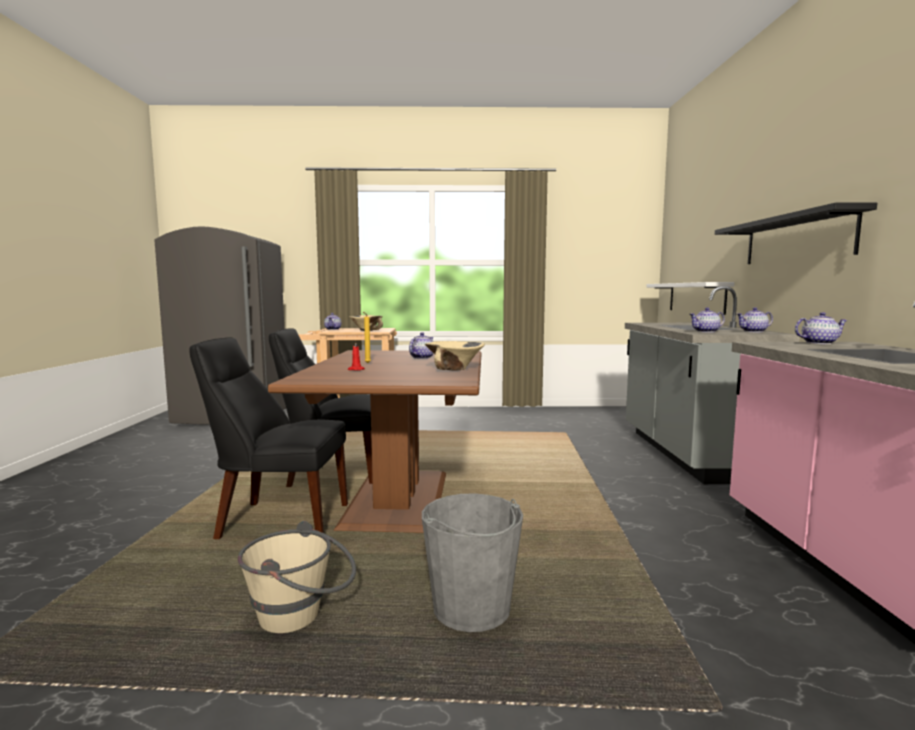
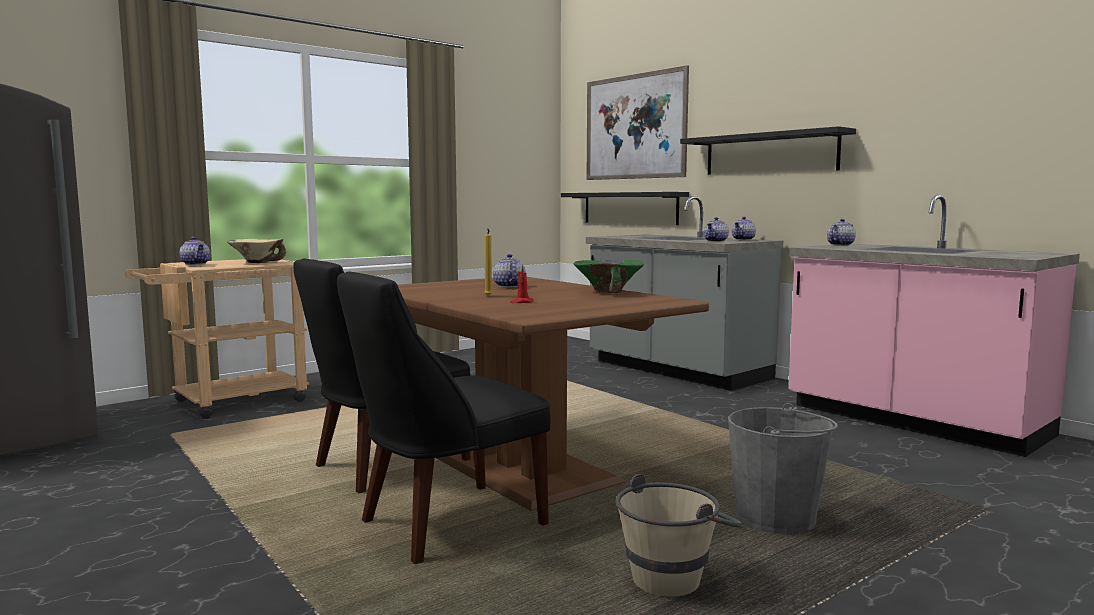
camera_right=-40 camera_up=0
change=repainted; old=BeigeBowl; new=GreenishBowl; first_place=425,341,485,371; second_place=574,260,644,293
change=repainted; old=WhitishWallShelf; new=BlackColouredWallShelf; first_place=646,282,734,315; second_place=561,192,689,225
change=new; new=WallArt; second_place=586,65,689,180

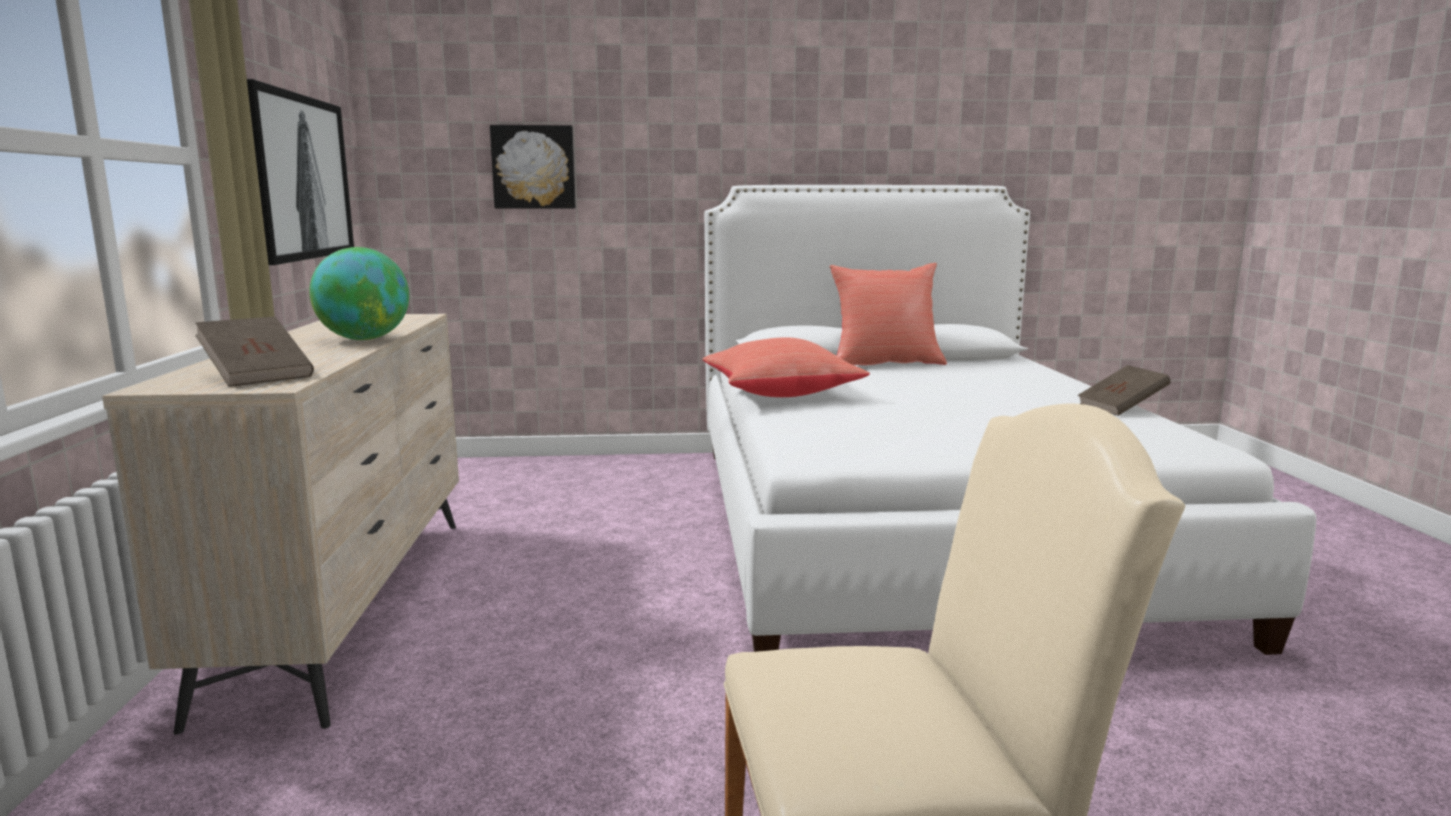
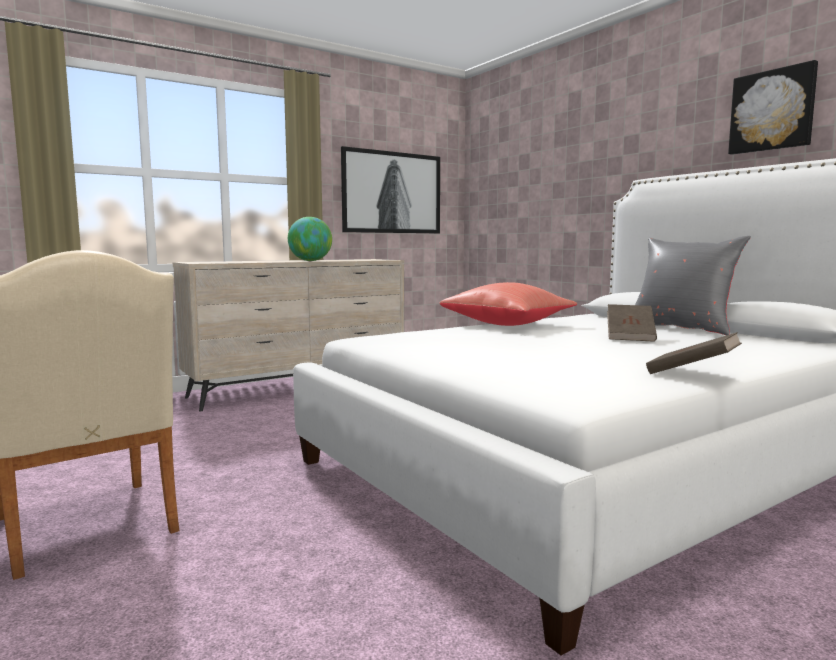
camera_right=60 camera_up=-5
change=shifted; old=BrownVolume; first_place=195,317,314,387; second_place=607,304,657,342
change=shifted; old=WallArt; first_place=490,125,576,209; second_place=728,60,818,155
change=repainted; old=RedCushion; new=GreyCushion; first_place=829,263,947,365; second_place=635,236,751,335

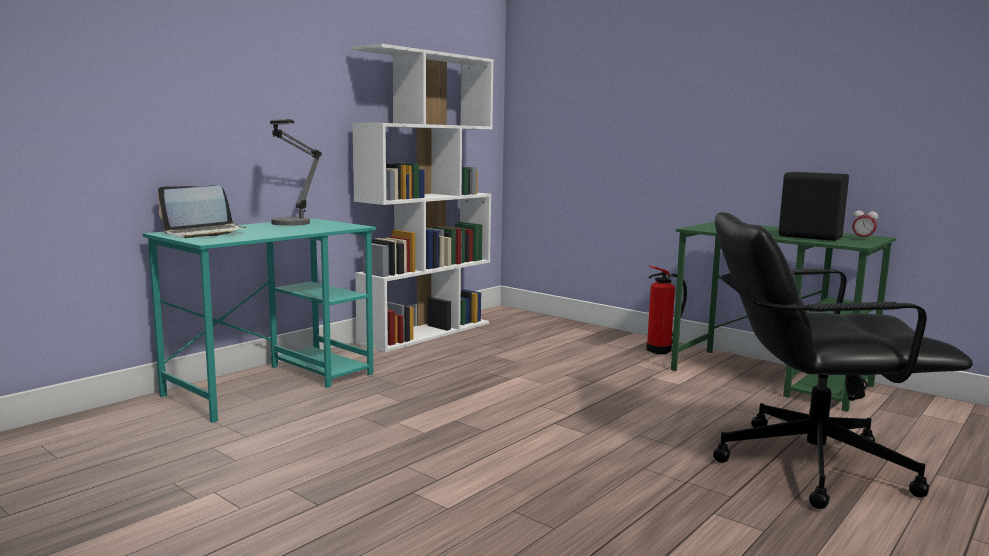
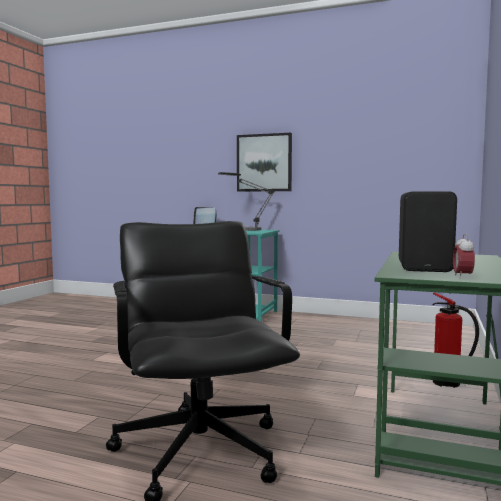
camera_right=70 camera_up=-5
change=gone; old=WhitishShelvingUnit; first_place=351,44,494,353
change=new; new=WallArt; second_place=237,133,292,192

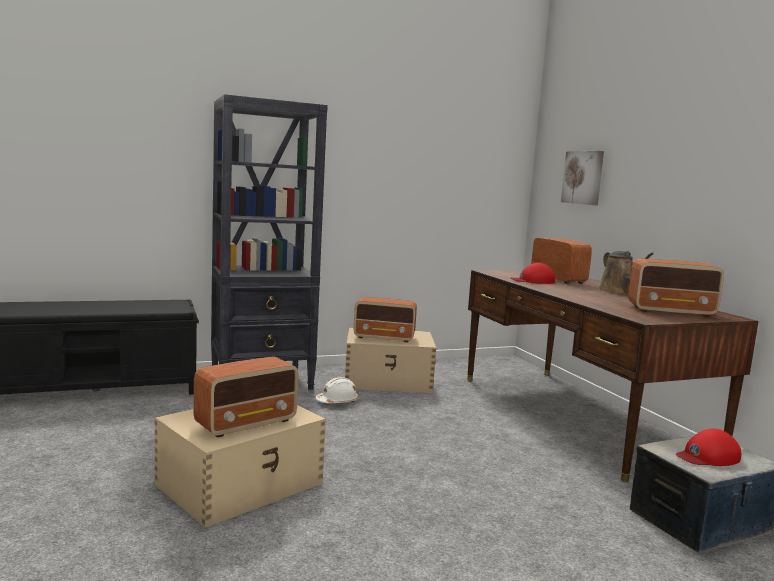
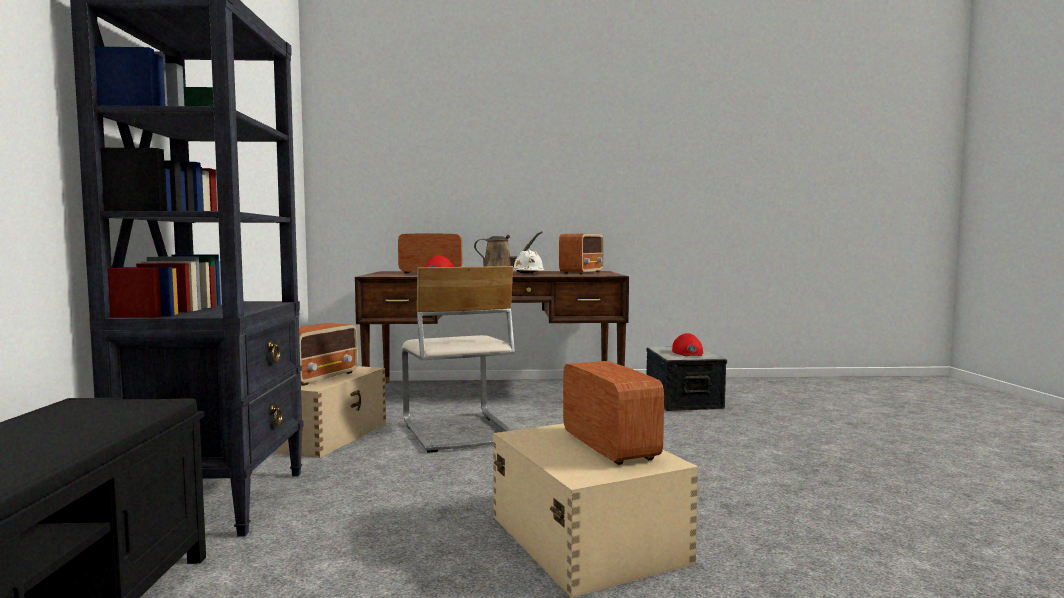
camera_right=-70 camera_up=-5
change=shifted; old=WhitishSafetyHelmet; first_place=316,377,359,403; second_place=513,250,545,273
change=gone; old=WallArt; first_place=561,151,604,205
change=new; new=BeigePlainChair; second_place=402,266,515,453

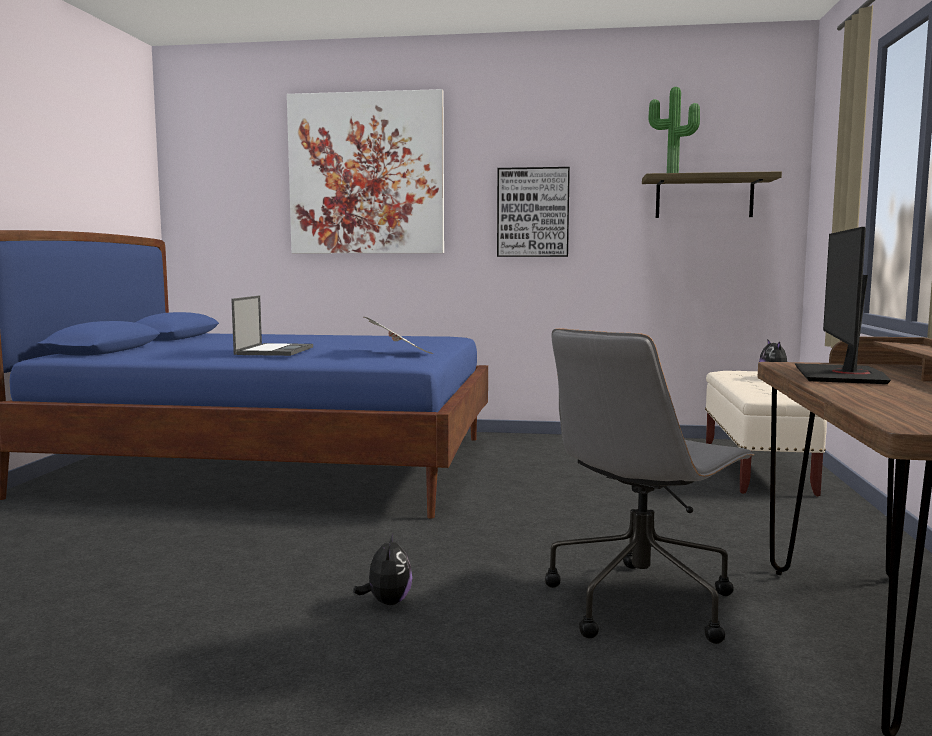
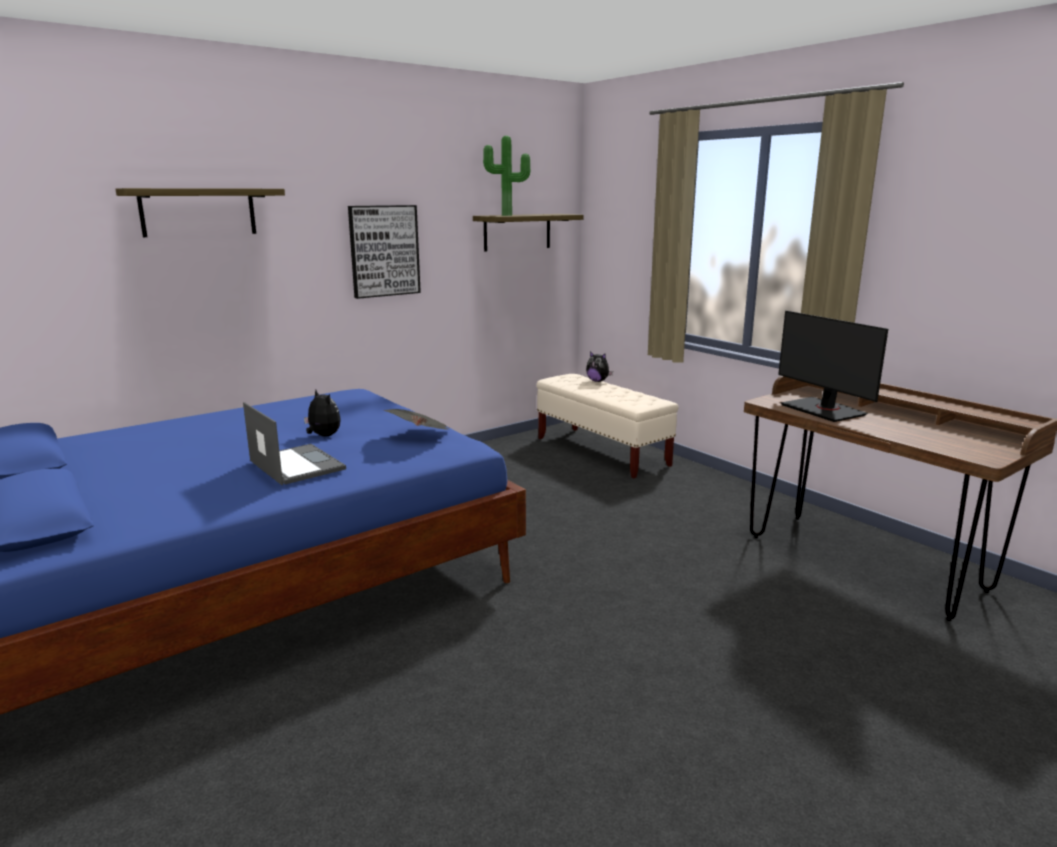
camera_right=-45 camera_up=10
change=swapped; old=WallArt; new=WallShelf; first_place=287,89,444,253; second_place=116,188,285,237
change=shifted; old=CuddlyToy; first_place=353,534,412,605; second_place=304,390,341,437
change=gone; old=GreyDeskChair; first_place=545,328,755,644

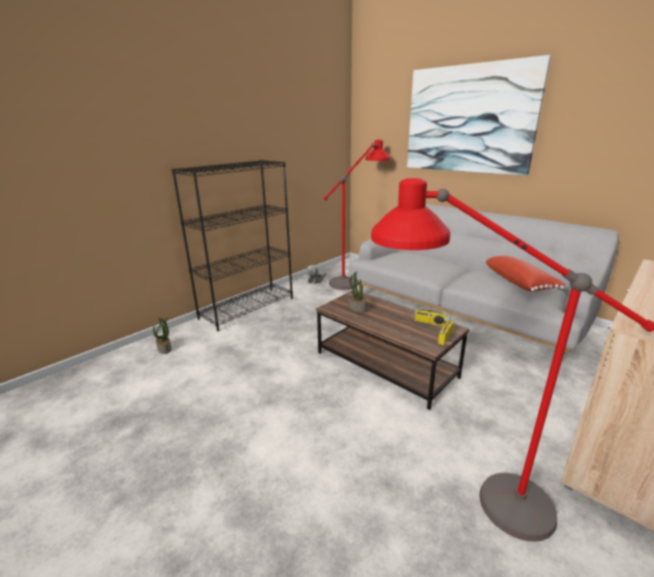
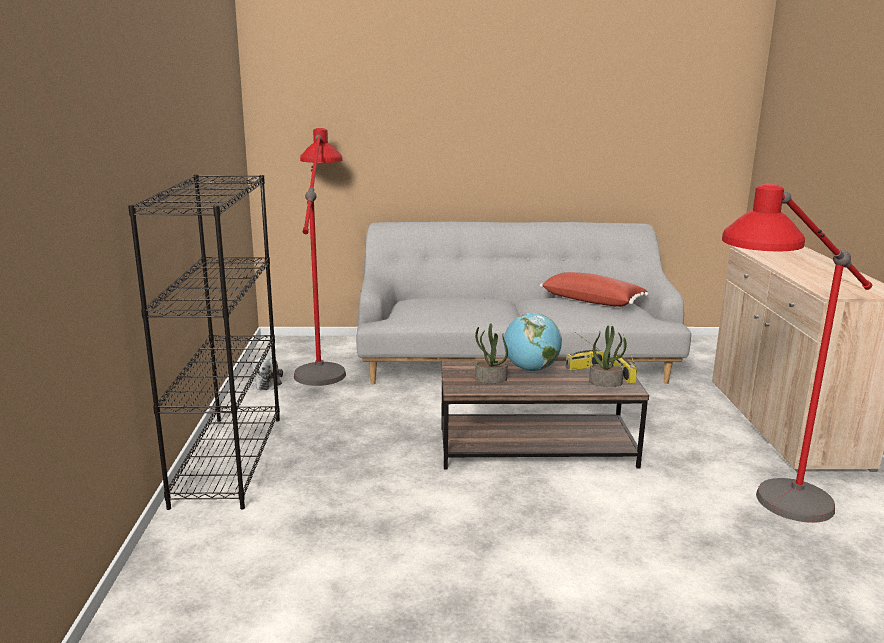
camera_right=-45 camera_up=-5
change=shifted; old=Houseplant; first_place=153,316,171,354; second_place=589,325,627,387
change=gone; old=WallArt; first_place=407,55,551,176
change=new; new=DeskGlobe; second_place=504,313,562,371

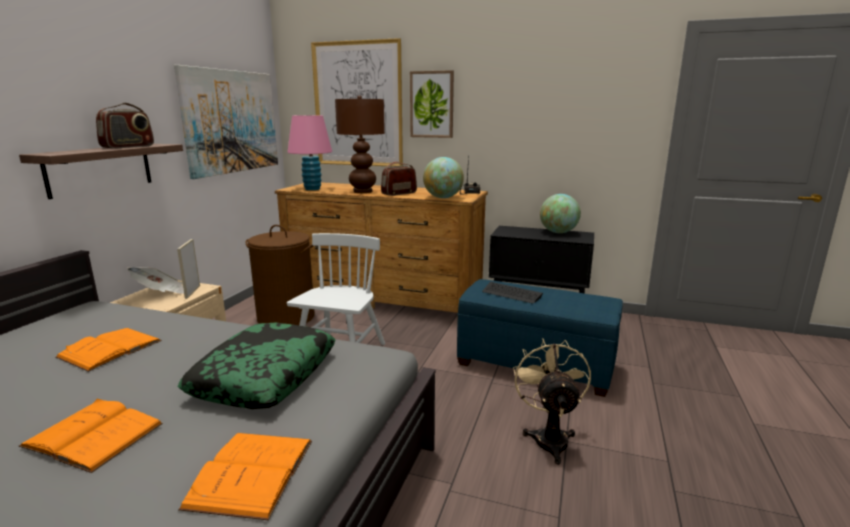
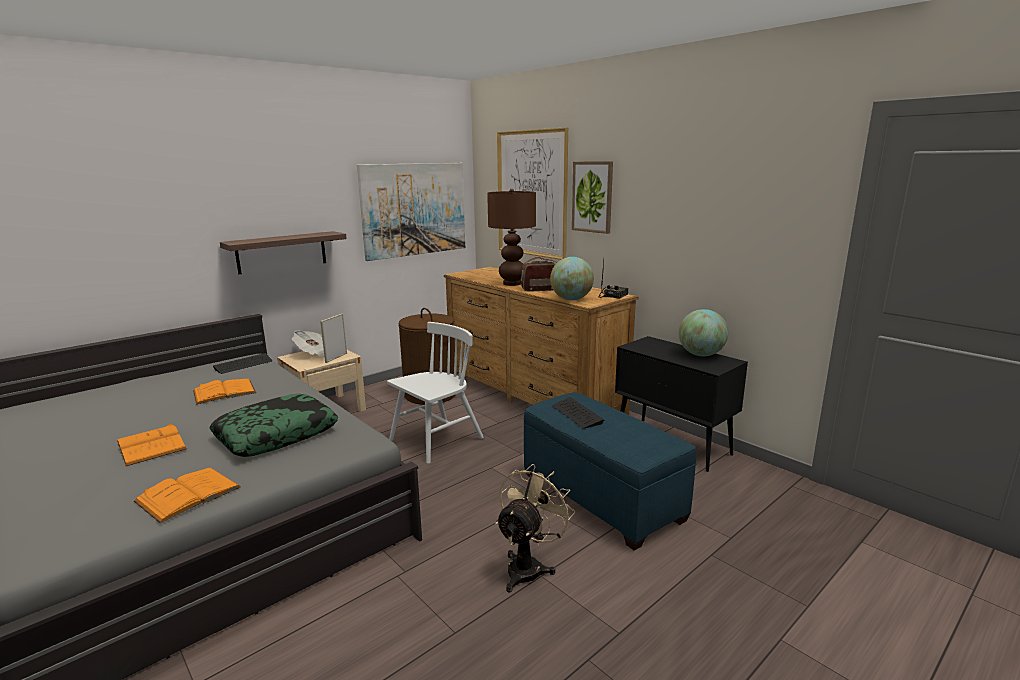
camera_right=30 camera_up=0
change=gone; old=Radio; first_place=96,103,154,148
change=gone; old=PinkColouredTableLamp; first_place=287,115,332,190
change=new; new=PcKeyboard; second_place=213,353,272,374

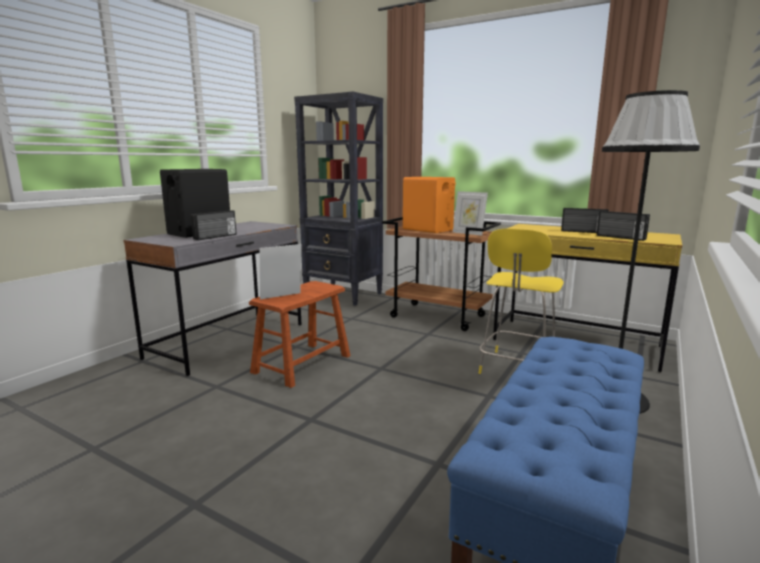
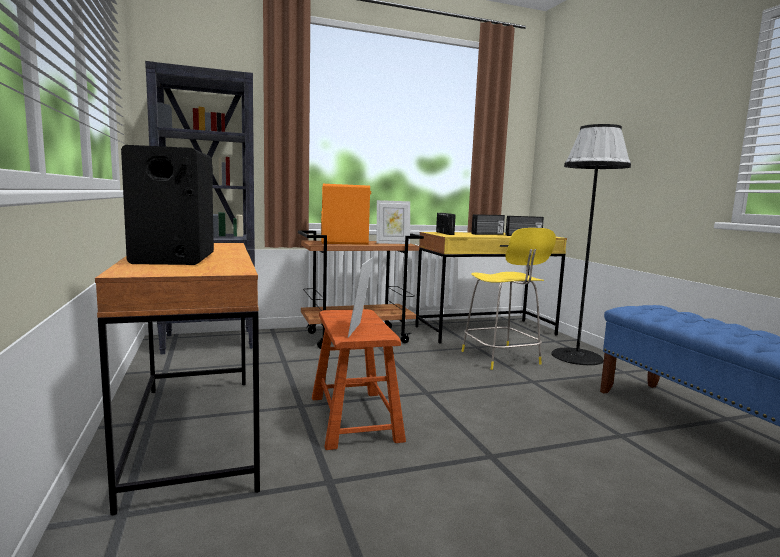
camera_right=-50 camera_up=-5
change=repainted; old=GreyDeskUnit; new=BrownDeskUnit; first_place=123,221,301,376; second_place=95,243,260,515
change=shifted; old=Radio; first_place=191,210,237,240; second_place=436,213,456,235

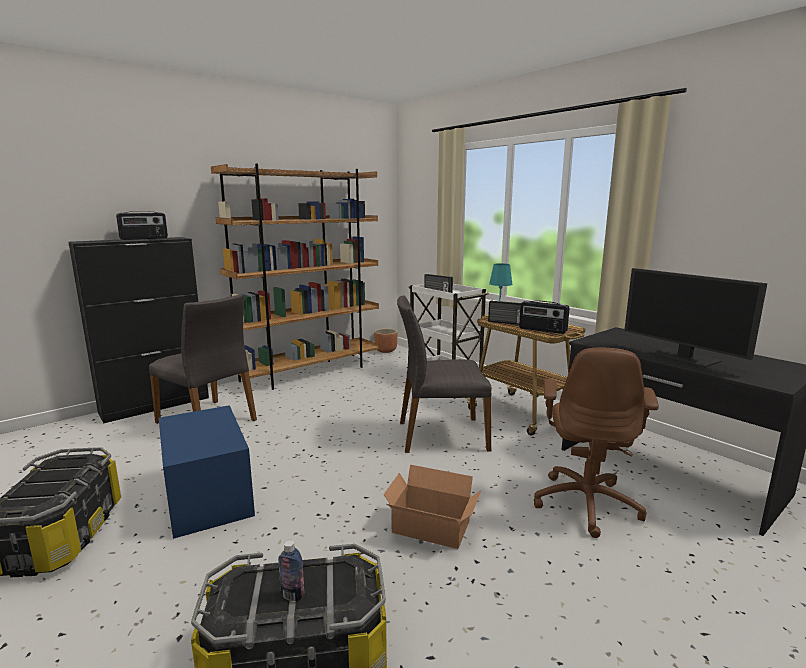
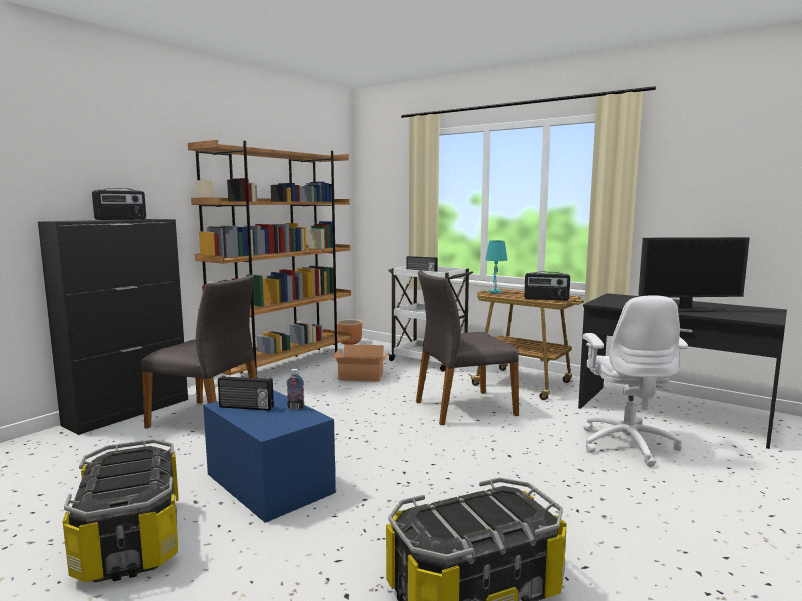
camera_right=-15 camera_up=-5
change=shifted; old=Bottle; first_place=278,540,305,601; second_place=286,369,305,410
change=shifted; old=Carton; first_place=384,465,481,549; second_place=333,344,389,382
change=shifted; old=Radio; first_place=488,300,521,325; second_place=218,376,274,411
change=repainted; old=BrownDeskChair; new=WhitishDeskChair; first_place=534,348,659,538; second_place=583,296,688,467
change=rotated; old=ComputerDisplay; first_place=624,268,767,368; second_place=638,237,750,312; degrees=-45

